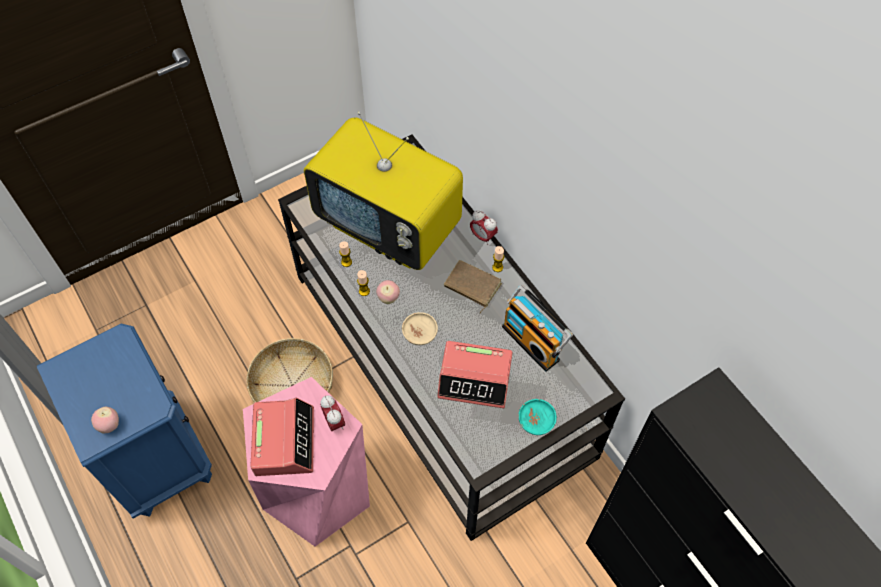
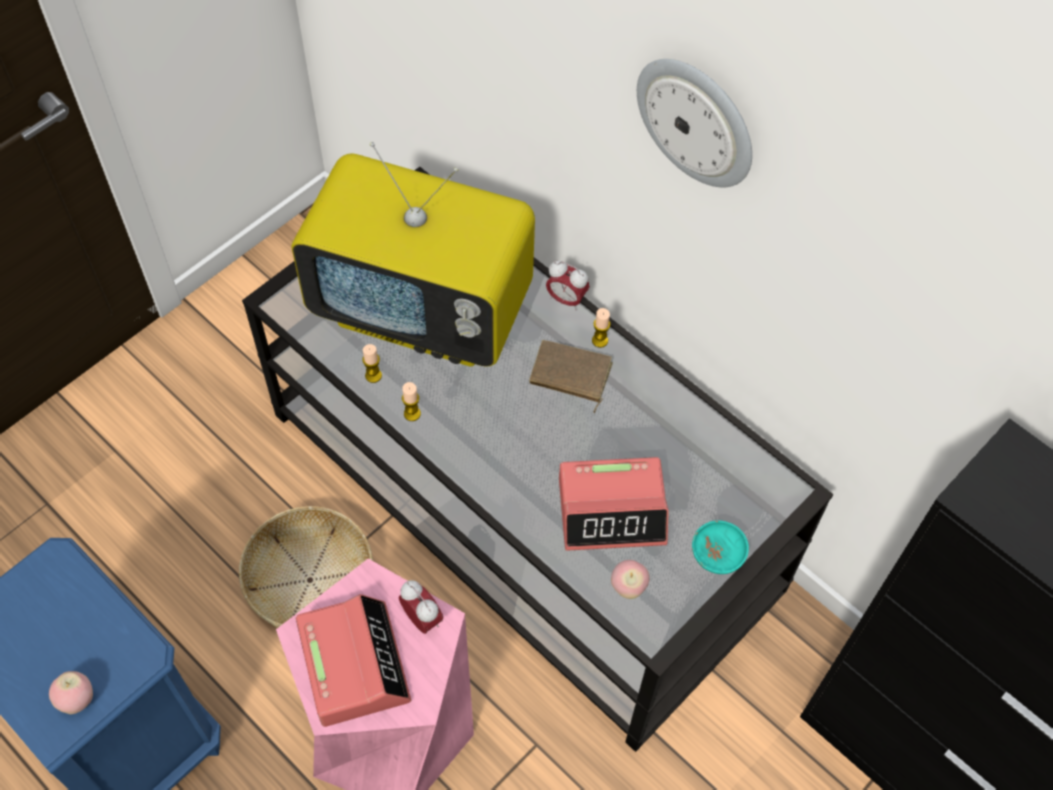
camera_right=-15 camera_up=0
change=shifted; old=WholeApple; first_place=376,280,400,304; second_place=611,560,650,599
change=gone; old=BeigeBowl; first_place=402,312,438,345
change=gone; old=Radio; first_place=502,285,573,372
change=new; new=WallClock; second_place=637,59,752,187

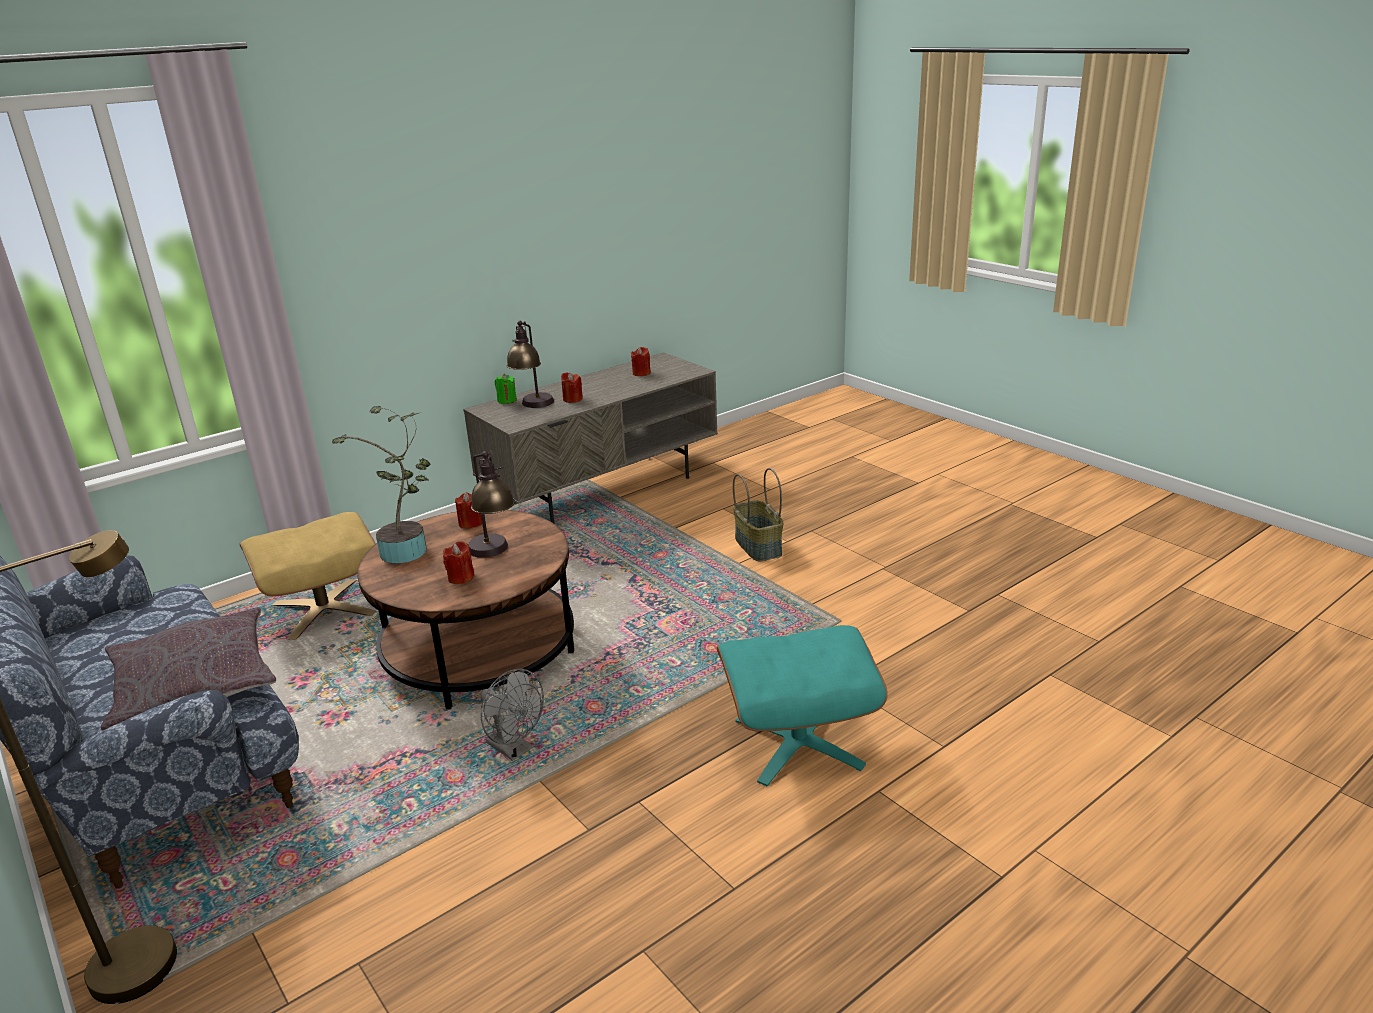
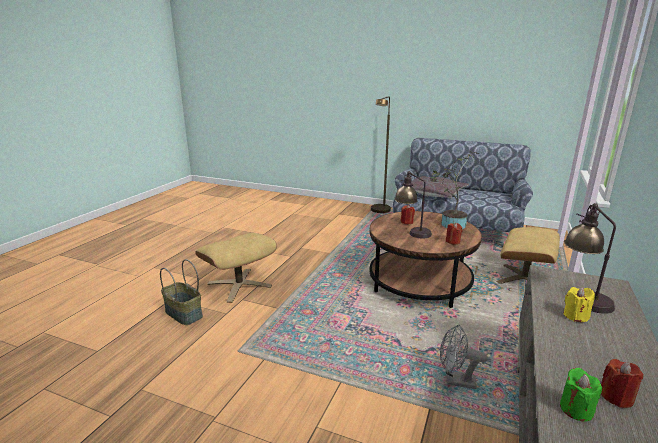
camera_right=150 camera_up=-5
change=shifted; old=GreyCoolingFan; first_place=481,669,544,761; second_place=440,325,488,389
change=shifted; old=GreenishCandle; first_place=495,374,517,404; second_place=560,368,602,422
change=repainted; old=RedCandle; new=YellowCandle; first_place=561,372,583,403; second_place=563,287,595,322
change=repainted; old=TurquoisePouffe; new=BeigePouffe; first_place=717,625,888,786; second_place=195,233,277,303
change=shifted; old=Basket; first_place=733,468,784,561; second_place=160,259,203,325

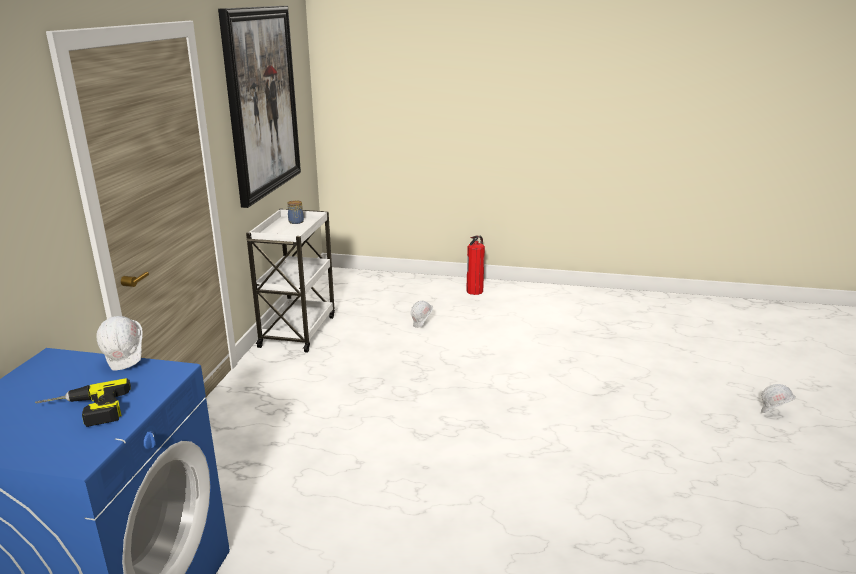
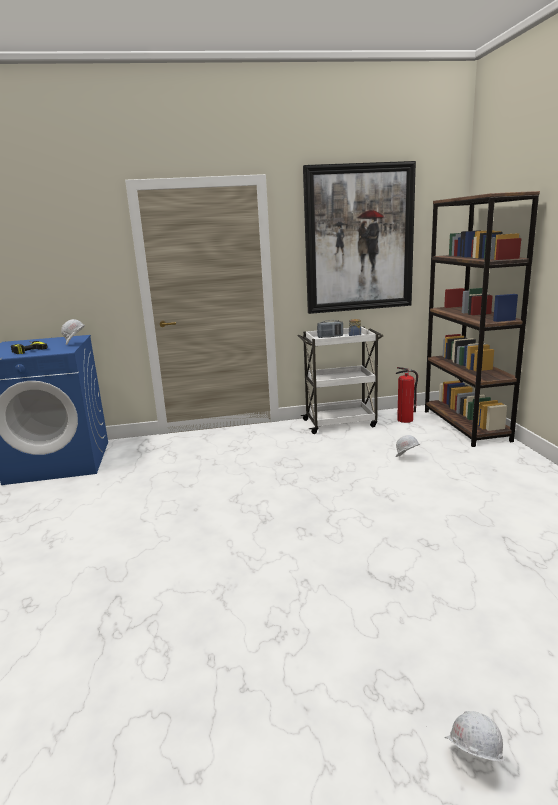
camera_right=70 camera_up=-5
change=shifted; old=Extinguisher; first_place=466,235,485,295; second_place=396,367,418,423
change=new; new=Radio; second_place=317,320,343,338
change=new; new=BrownShelvingUnit; second_place=425,191,540,447

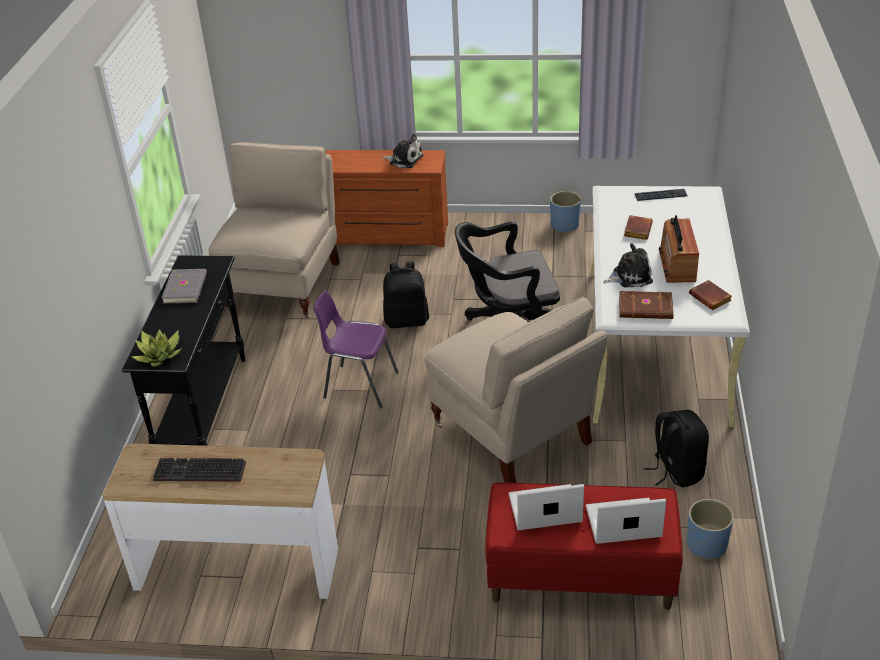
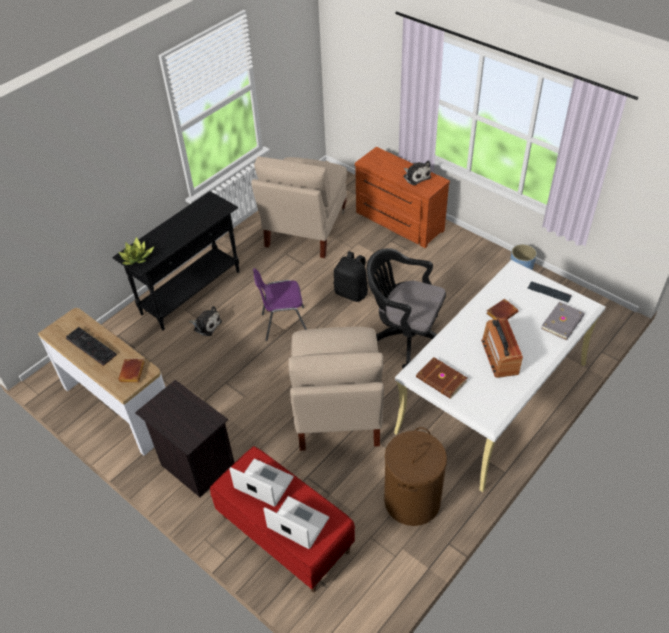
camera_right=35 camera_up=10
change=shifted; old=GreyVolume; first_place=161,269,207,304; second_place=541,302,585,340
change=rotated; old=BeigePlainChair; first_place=208,142,340,319; second_place=251,156,347,258; degrees=150
change=rotated; old=PurpleColouredPlainChair; first_place=313,291,399,408; second_place=253,268,307,341; degrees=-60
change=shifted; old=CuddlyToy; first_place=603,243,653,287; second_place=189,306,222,336
change=swapped; old=BlackColouredBackpack; new=BrownHamper; first_place=644,410,709,487; second_place=384,427,447,526
change=rotated; old=Radio; first_place=659,215,699,283; second_place=481,318,523,378; degrees=-45
change=gone; old=BlueColouredPlantPot; first_place=687,499,734,560
change=shifted; old=BrownVolume; first_place=689,280,732,310; second_place=118,359,145,382
change=new; new=BlackColouredNightTable; second_place=135,380,235,497

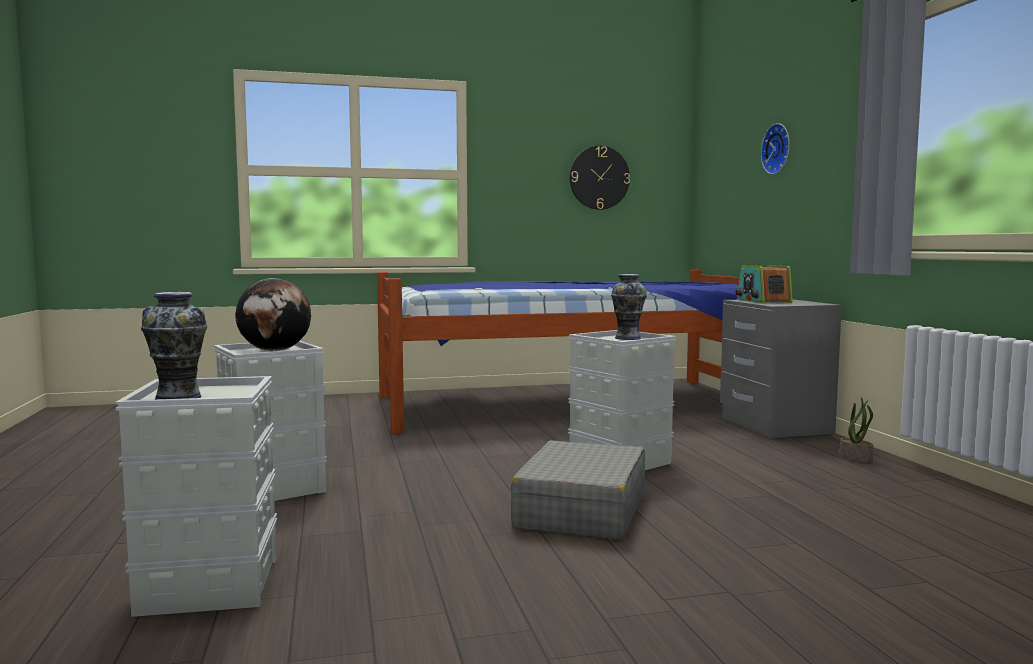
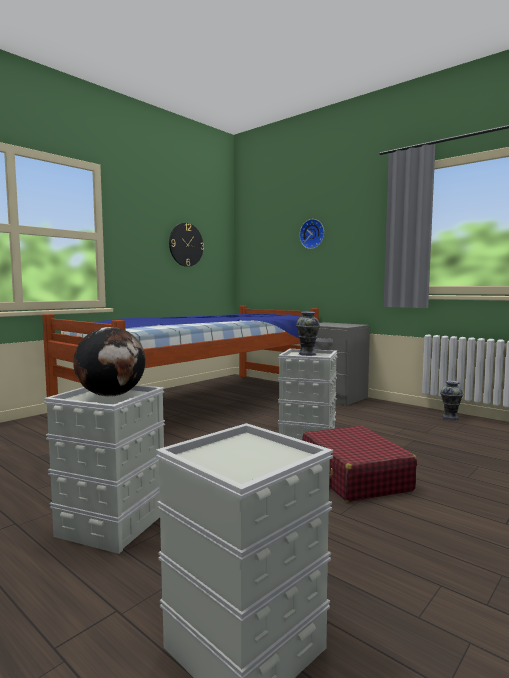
camera_right=-35 camera_up=0
change=shifted; old=Vase; first_place=141,292,207,399; second_place=440,381,463,420
change=repainted; old=GreyPieceOfLuggage; new=RedPieceOfLuggage; first_place=511,440,645,540; second_place=302,426,417,502
change=gone; old=Radio; first_place=735,265,793,303
change=gone; old=Houseplant; first_place=840,397,873,463

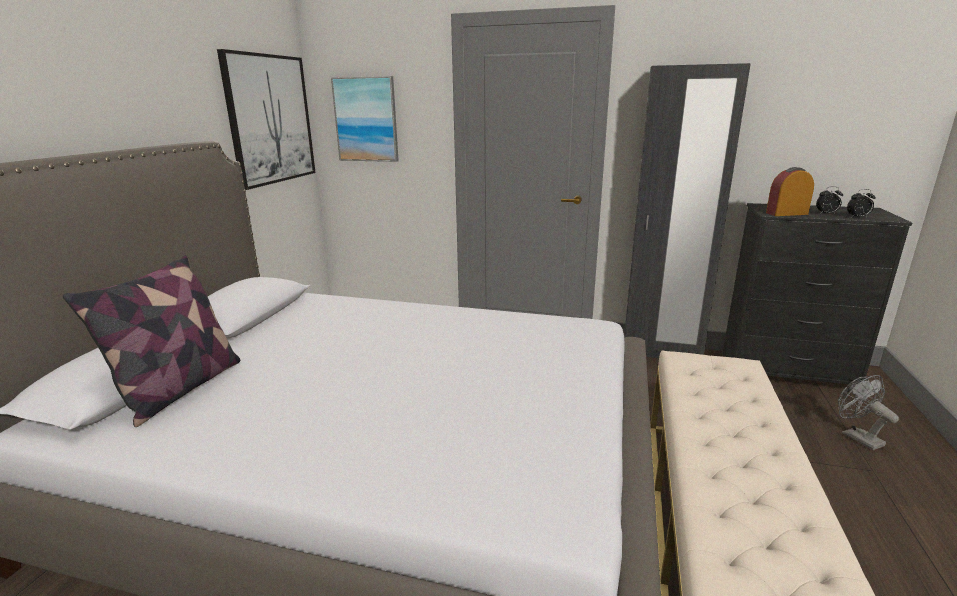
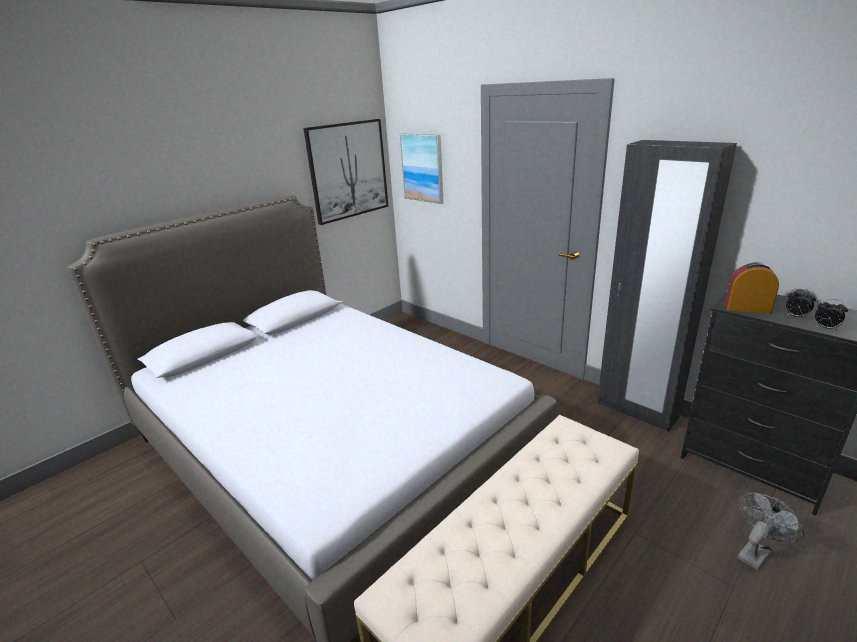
camera_right=30 camera_up=5
change=gone; old=Cushion; first_place=63,255,240,427
change=rotated; old=GreyCoolingFan; first_place=838,375,899,450; second_place=737,493,804,570; degrees=45

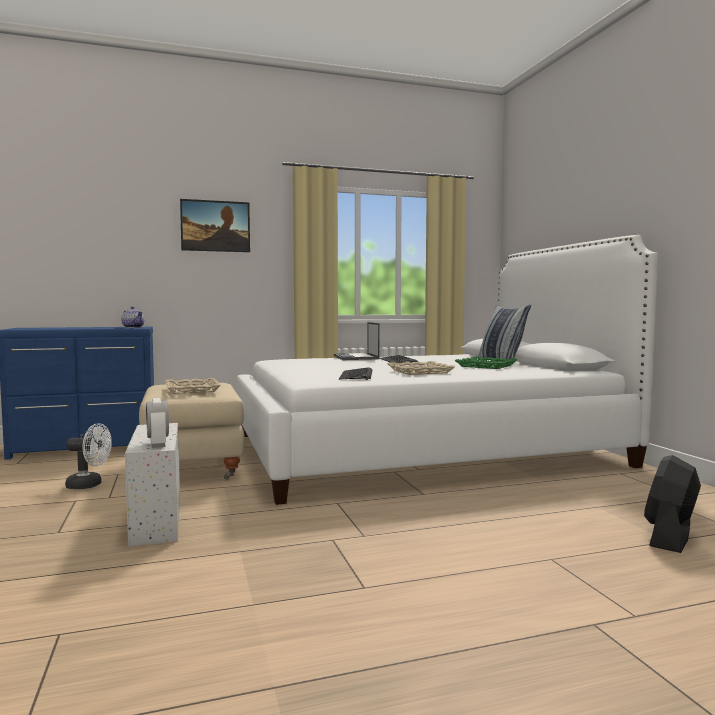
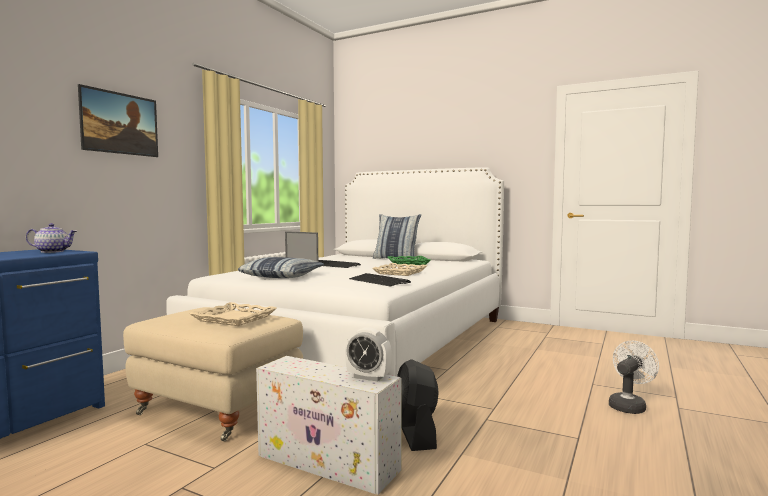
camera_right=-45 camera_up=0
change=shifted; old=WhitishCoolingFan; first_place=65,423,112,489; second_place=609,341,659,414
change=shifted; old=BlackColouredCoolingFan; first_place=644,455,701,553; second_place=397,359,439,451
change=new; new=Cushion; second_place=238,257,324,278

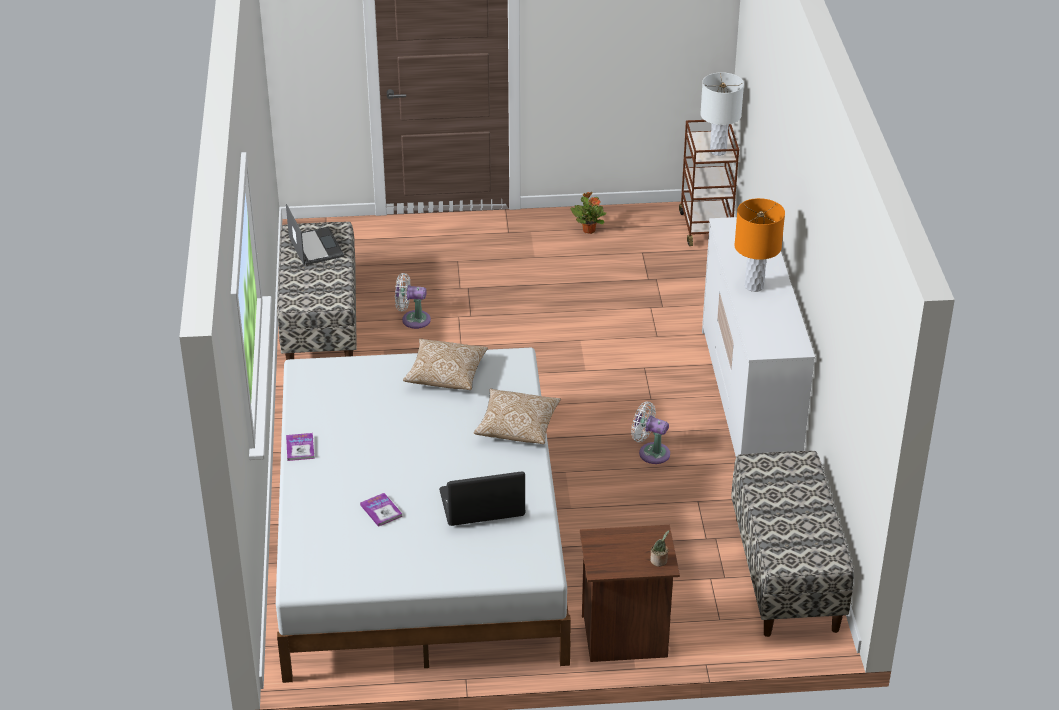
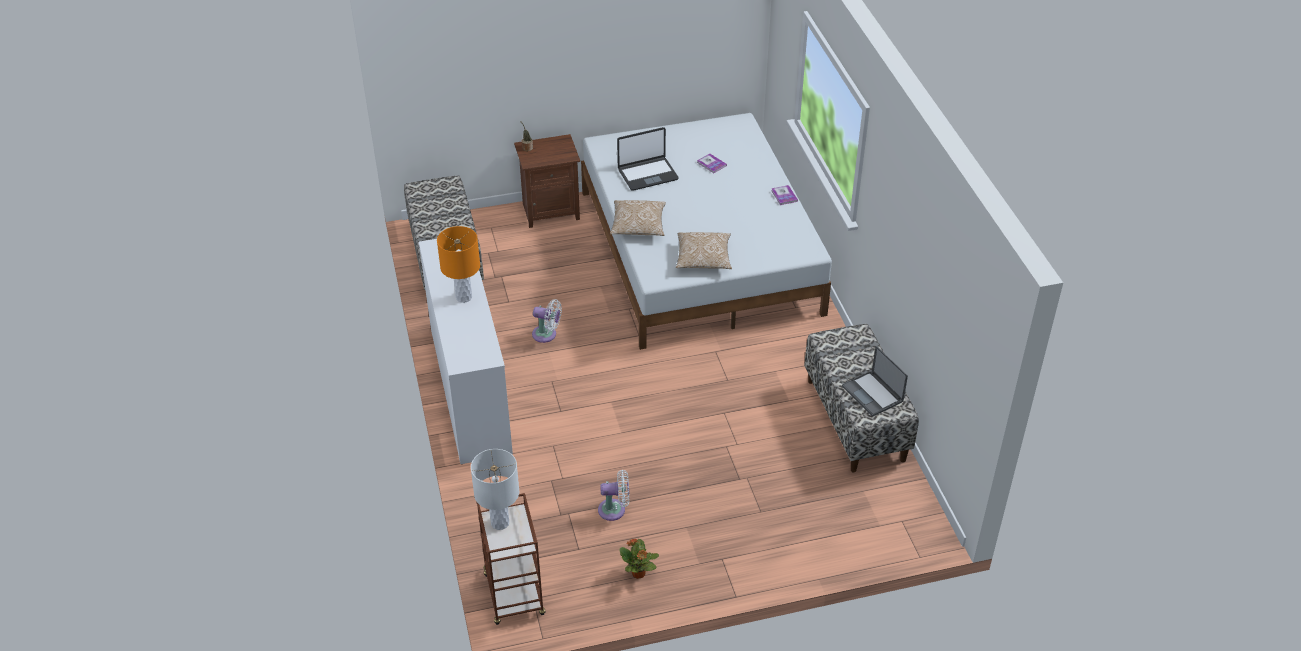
camera_right=170 camera_up=5
change=shifted; old=WhitishCoolingFan; first_place=395,273,431,329; second_place=598,470,629,521

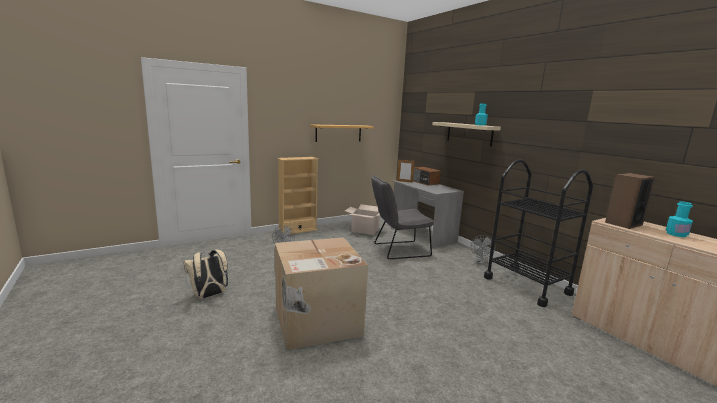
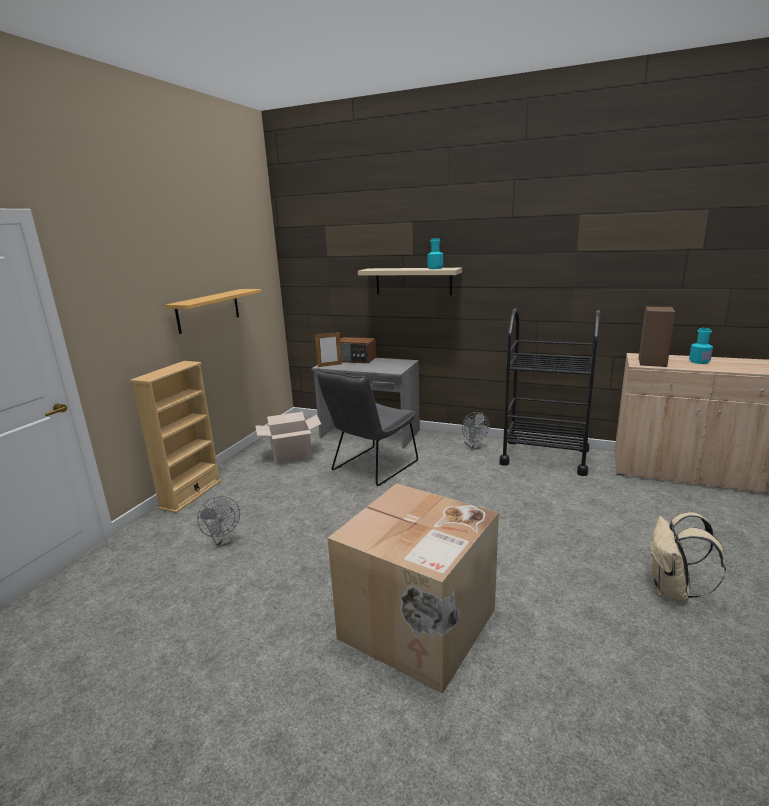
camera_right=-35 camera_up=5
change=shifted; old=BeigeBackpack; first_place=183,249,228,299; second_place=650,512,726,601

